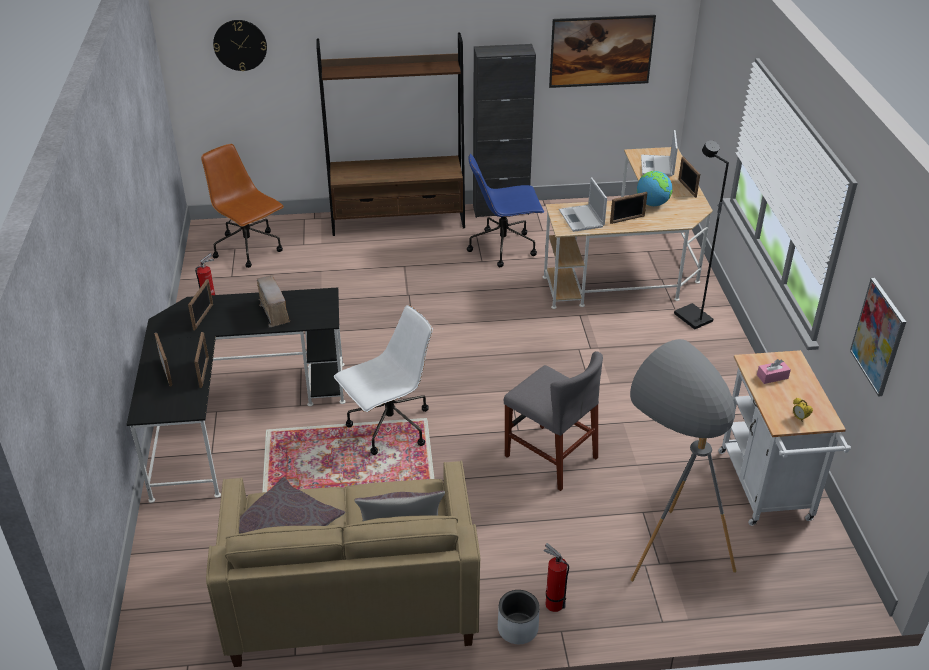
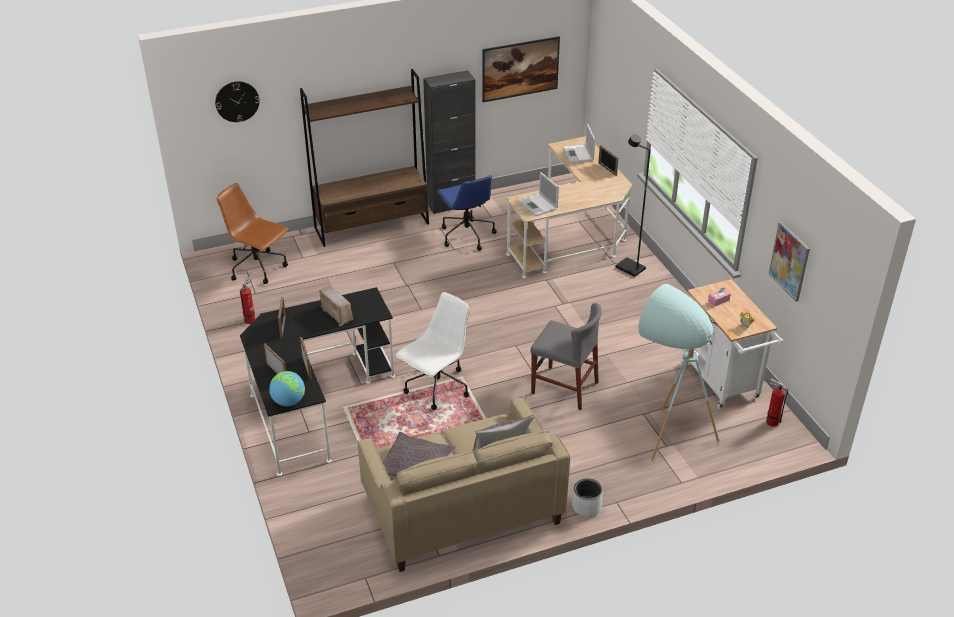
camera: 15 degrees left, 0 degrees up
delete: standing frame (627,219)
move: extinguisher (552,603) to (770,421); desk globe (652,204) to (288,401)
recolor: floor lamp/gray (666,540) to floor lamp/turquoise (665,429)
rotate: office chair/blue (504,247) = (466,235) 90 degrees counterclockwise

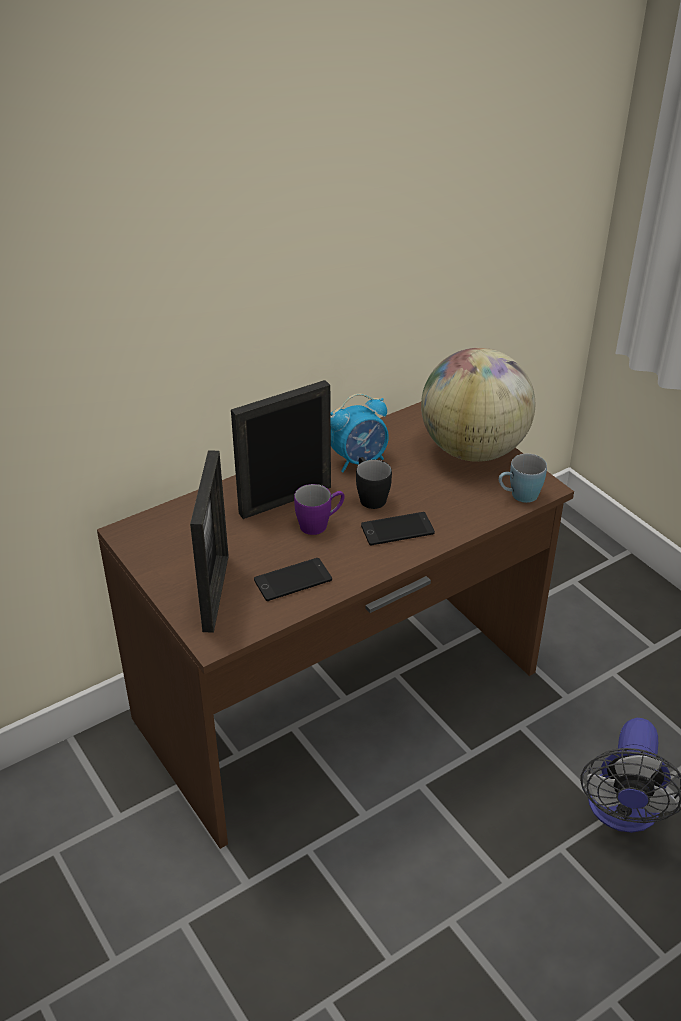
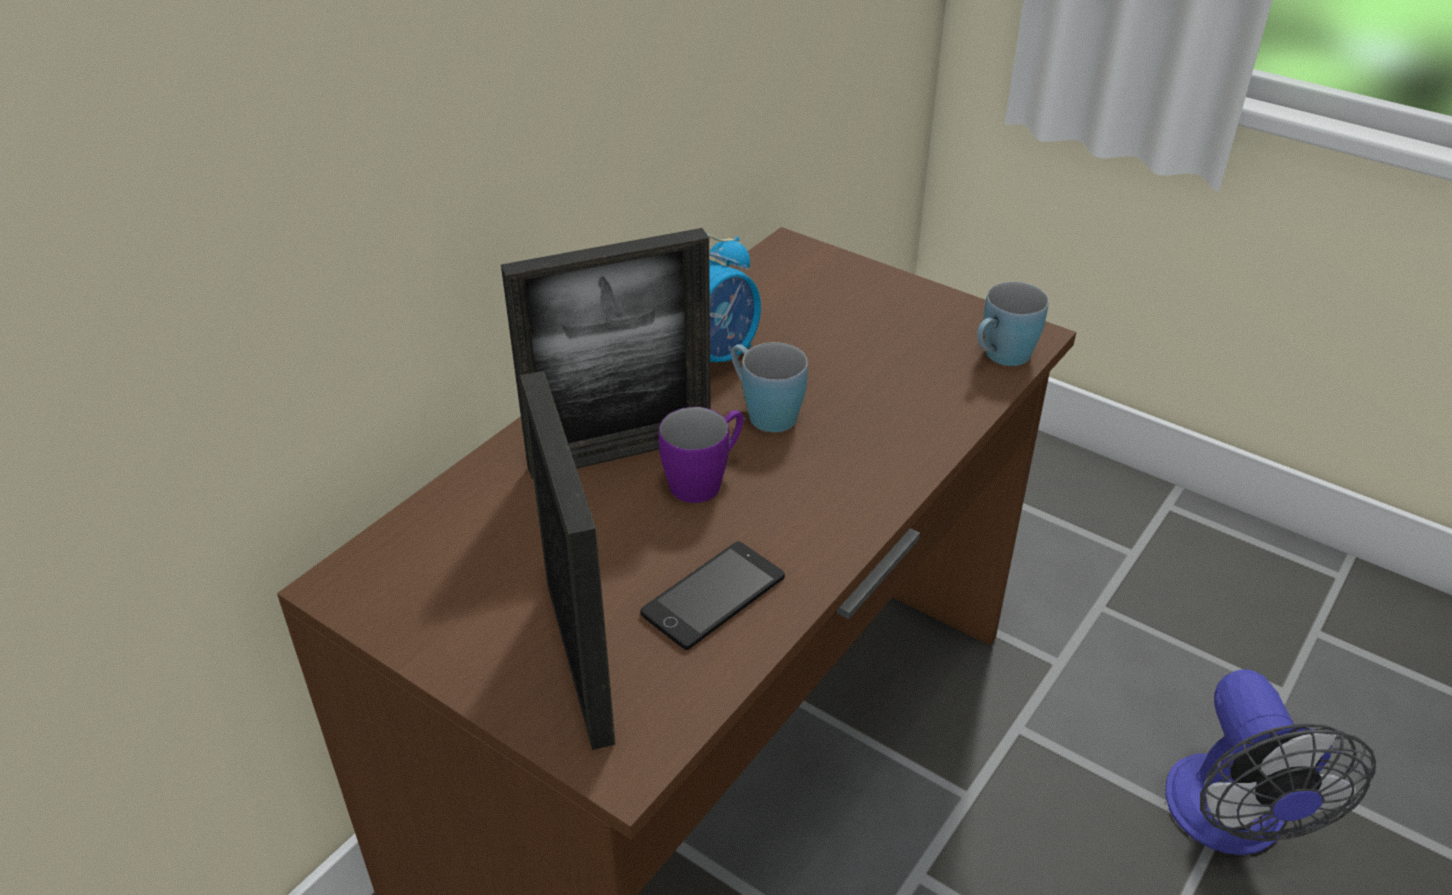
camera: 20 degrees left, 0 degrees up
delete: handset (397,529); desk globe (473,450)
recolor: coffee mug/black (369,496) to coffee mug/blue (763,412)
rotate: standing frame (285,500) = (620,452) 150 degrees counterclockwise

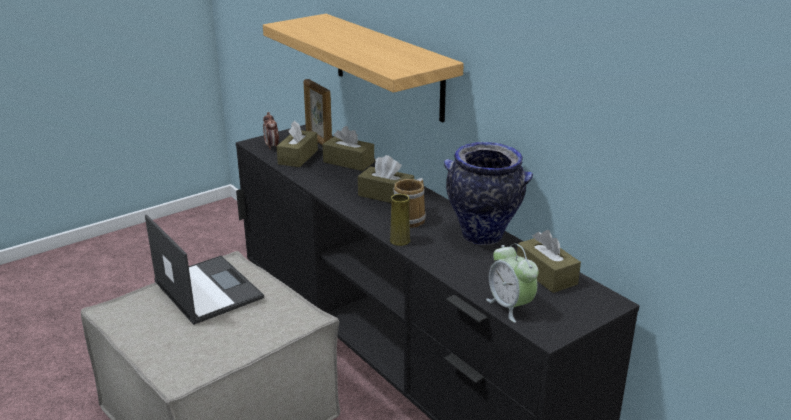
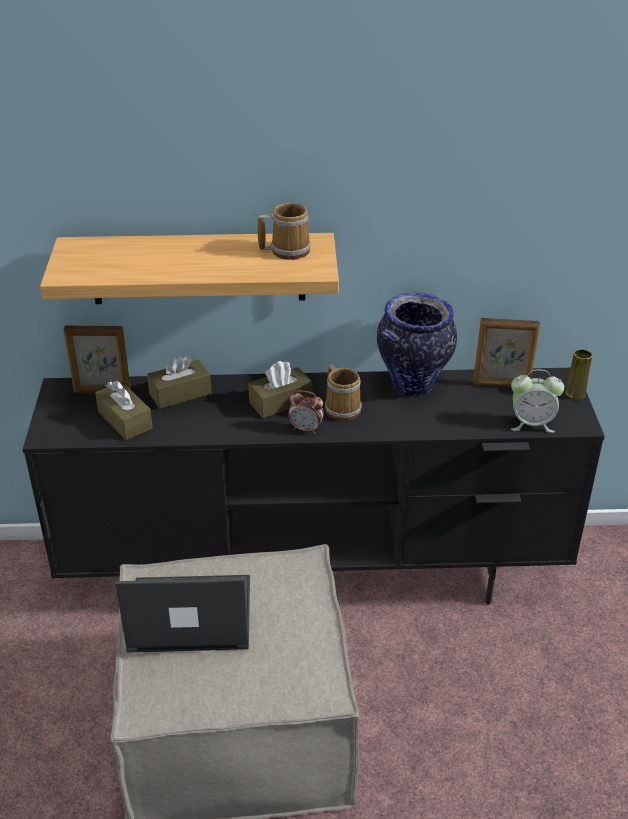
camera: 55 degrees left, 10 degrees up
insert: coffee mug (287,250)
move: bedside clock (272,146) to (306,429); vase/yellow-coloured (400,241) to (575,393)
replace: tissue box/brown (546,274) to standing frame (501,385)

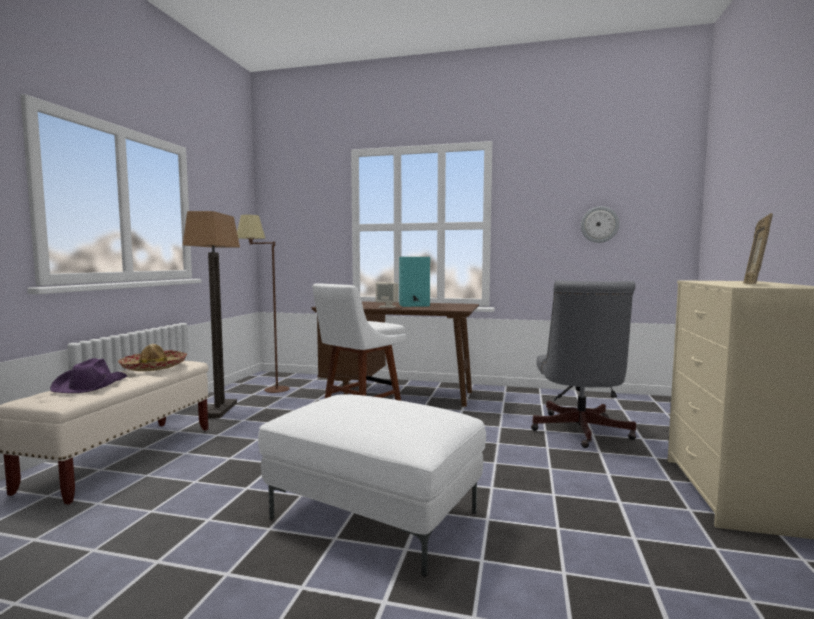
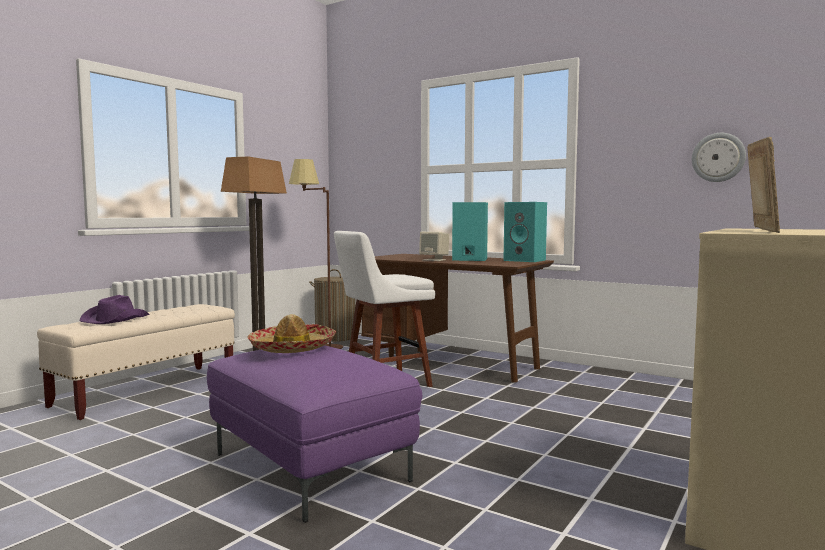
camera: 20 degrees right, 0 degrees up
delete: office chair/gray (580,432)
insert: laundry basket (335,337); speaker/turquoise (526,260)
move: wearable hat (154,367) to (292,348)
recolor: ottoman/white-coloured (372,516) to ottoman/purple-coloured (308,467)
rotate: standing frame (754,285) = (760,231) 150 degrees clockwise

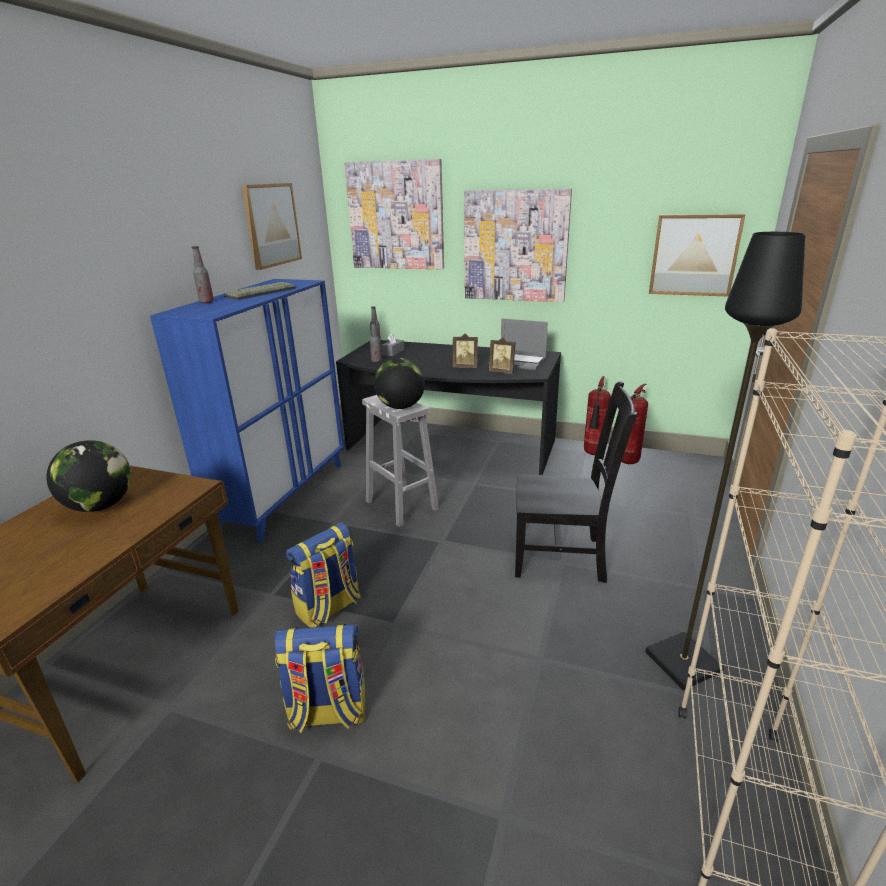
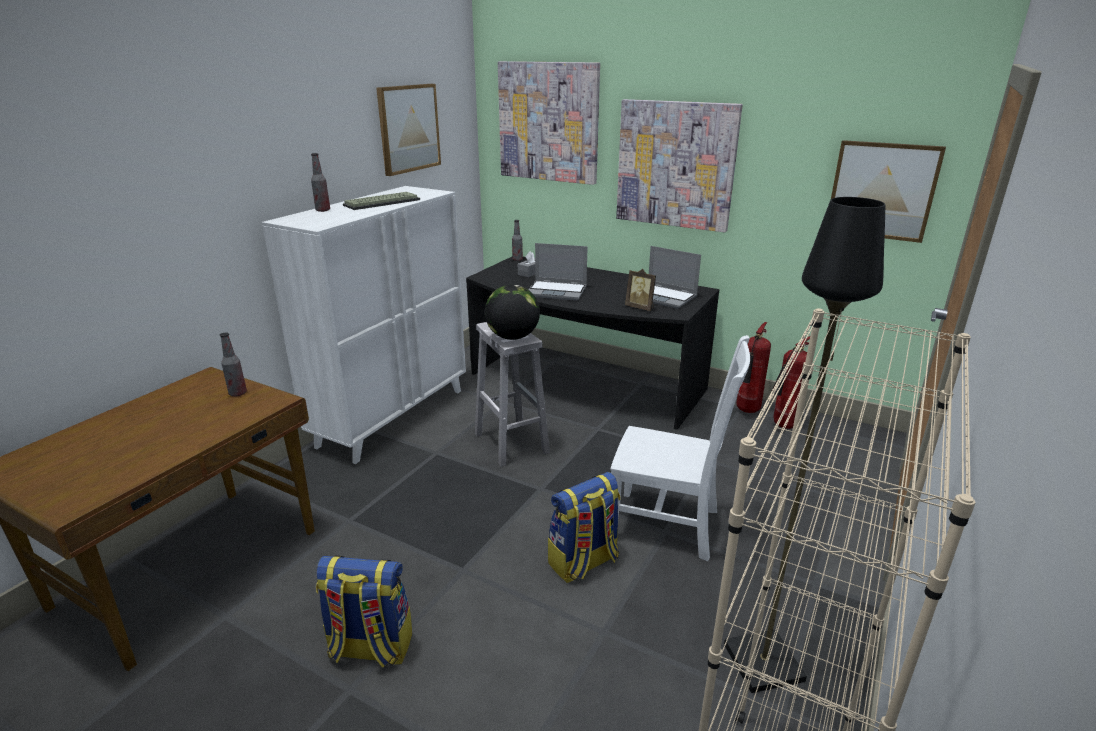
camera: 10 degrees right, 0 degrees up
delete: desk globe (100,506); standing frame (465,367)
insert: laptop (557,291)
move: rucksack (329,608) to (583,562); bottle (376,361) to (238,393)
recolor: storage cabinet/blue (284,495) to storage cabinet/white-coloured (393,417); plain chair/black (562,557) to plain chair/white-coloured (668,525)

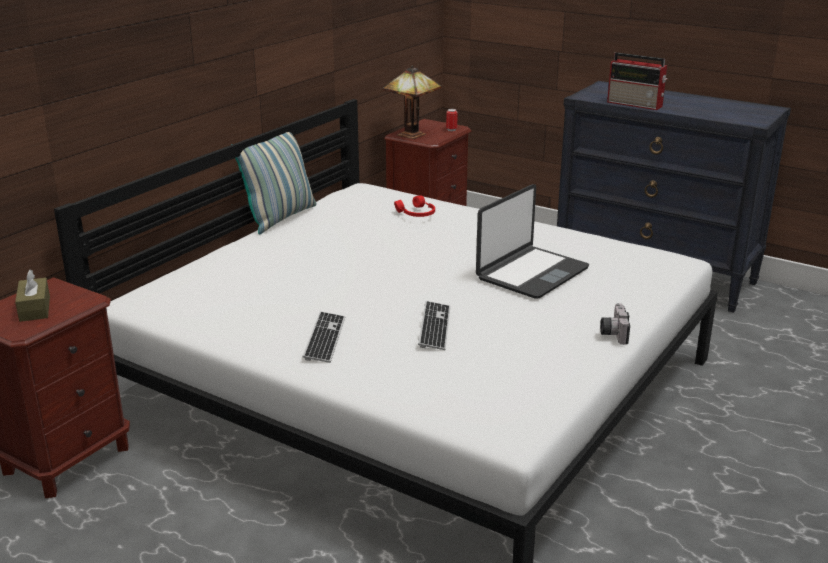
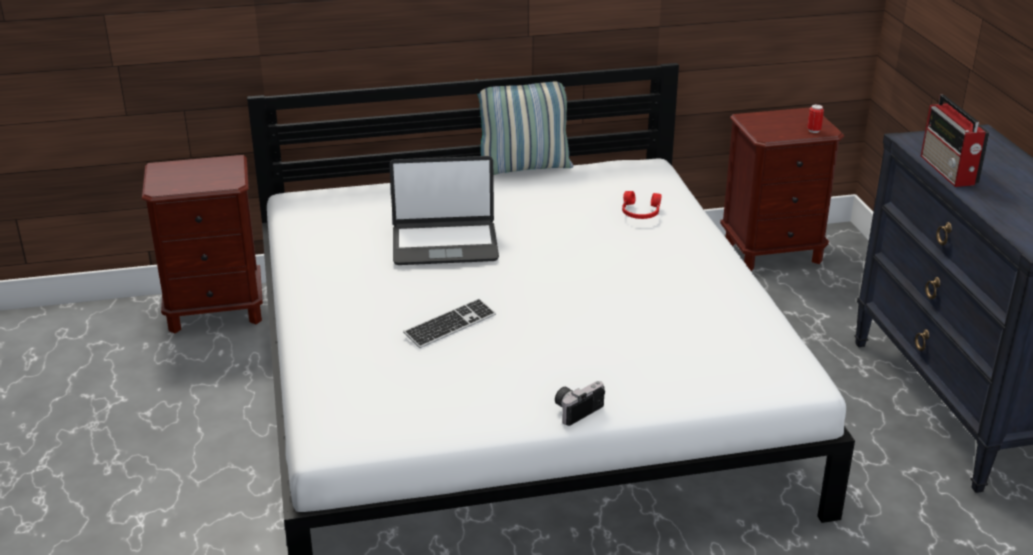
camera: 45 degrees right, 5 degrees up
delete: tissue box/brown (35,309); keyboard (325,339); tabletop lamp (411,134)
move: laptop (531,273) to (444,244)

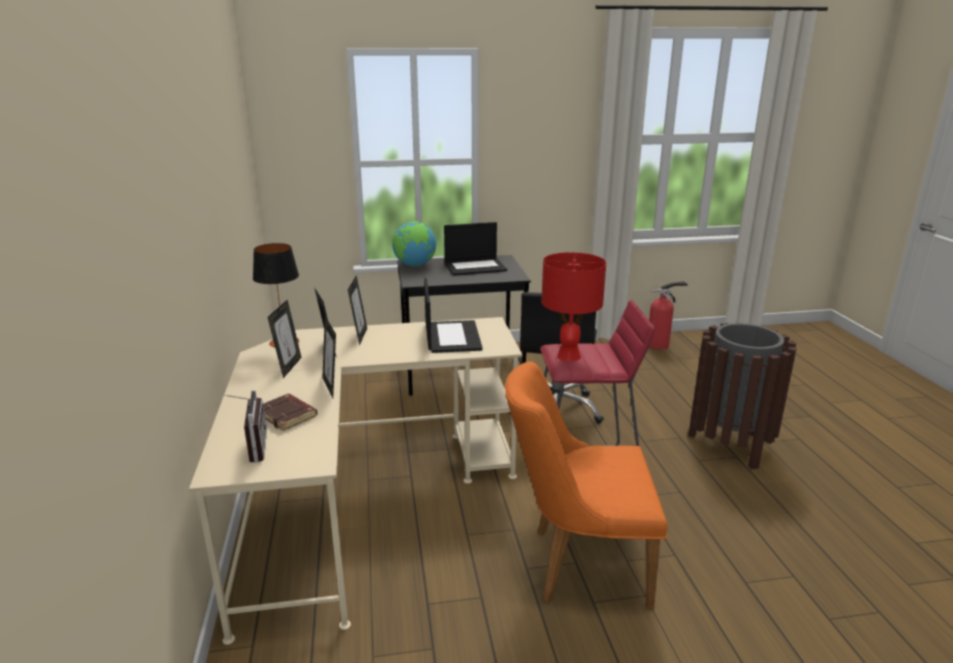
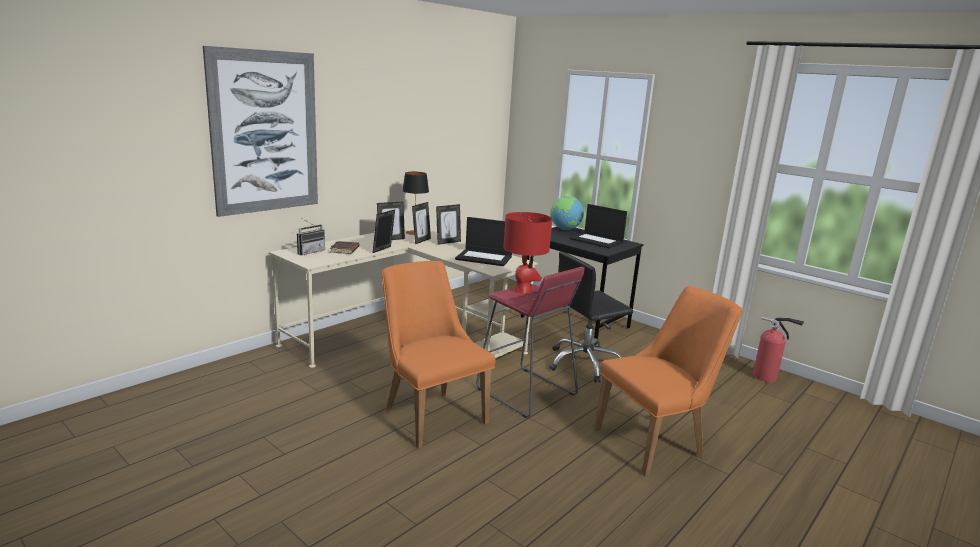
camera: 50 degrees right, 5 degrees down
insert: picture (265,132)
replace: trash can/brown (730,445) to plain chair/orange-coloured (657,442)
rotate: laptop (451,336) = (484,258) 60 degrees clockwise

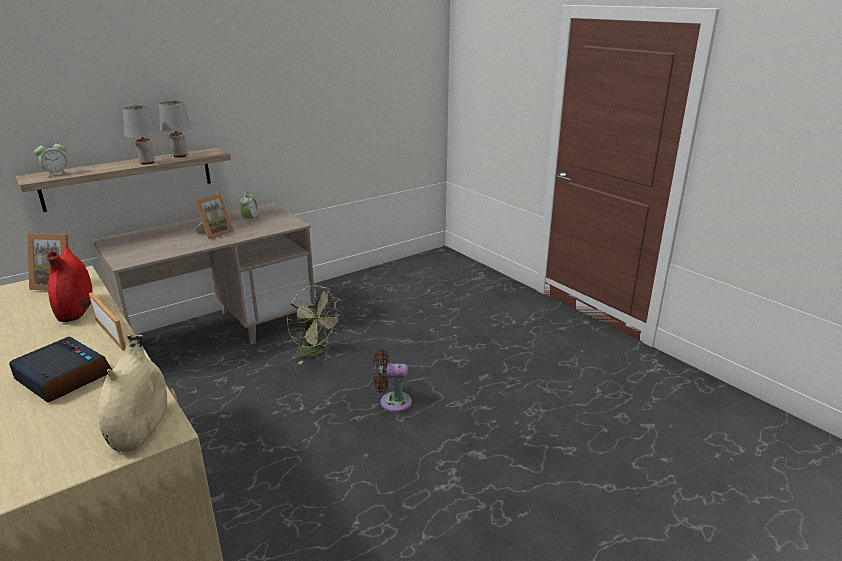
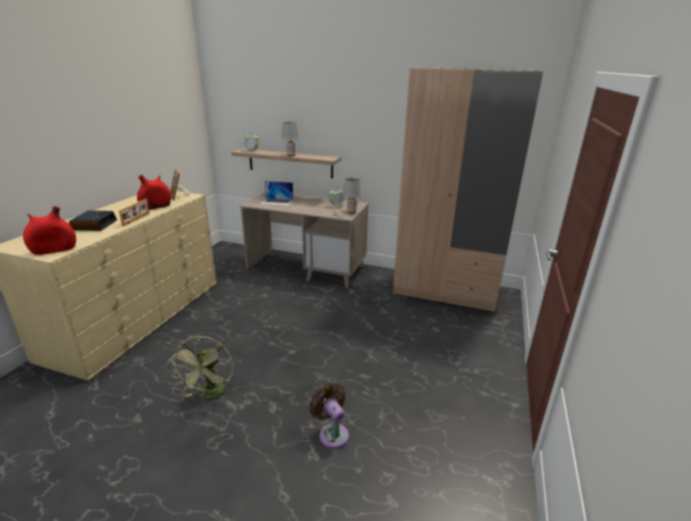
camera: 55 degrees right, 0 degrees up
delete: standing frame (215,233)
insert: laptop (277,202); clothes cupboard/sand-coloured (445,291)
move: tabletop lamp/gray (180,155) to (351,212); electric fan/green-coloured (316,352) to (210,395); electric fan/brown (392,402) to (332,433)
recolor: vase/sand-coloured (140,428) to vase/red (54,250)

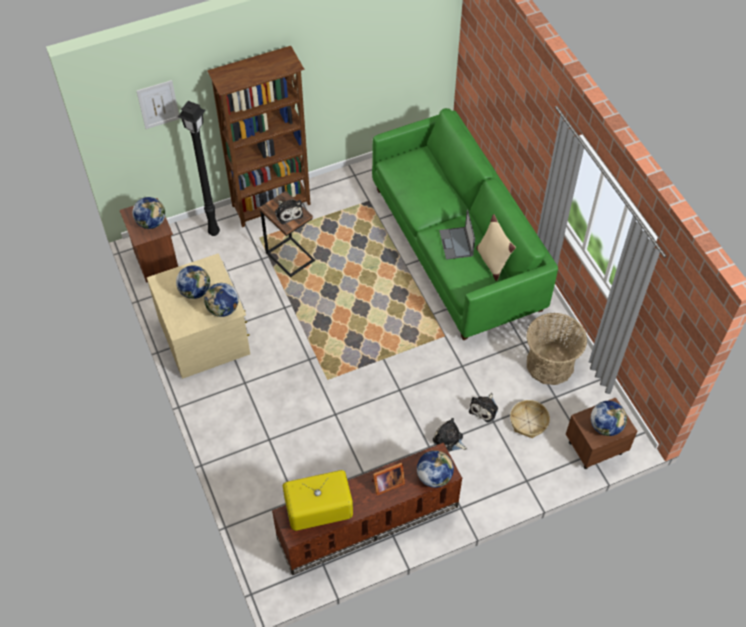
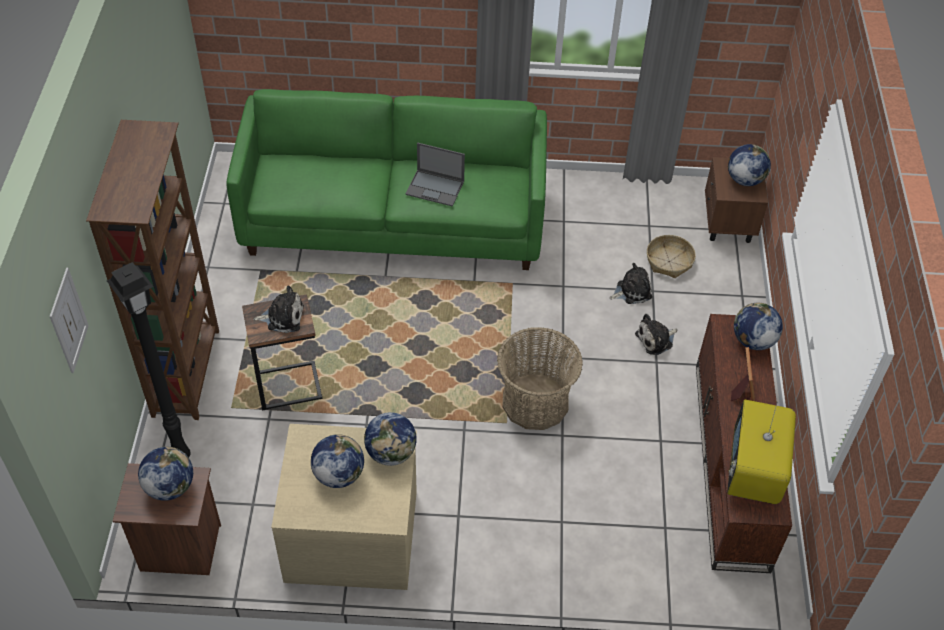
camera: 65 degrees left, 5 degrees down
delete: pillow/sand-coloured (492,261)
move: basket (550,364) to (535,402)
rotate: cuddly toy (484,408) = (631,291) 75 degrees counterclockwise

